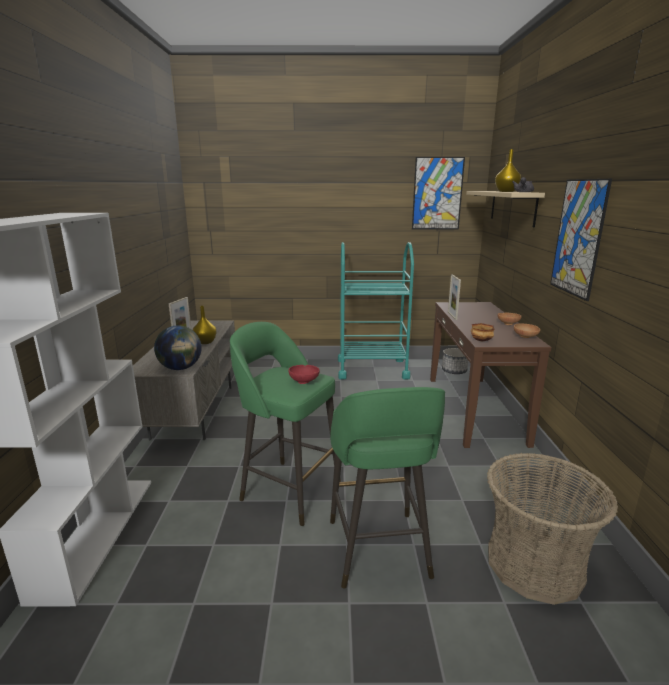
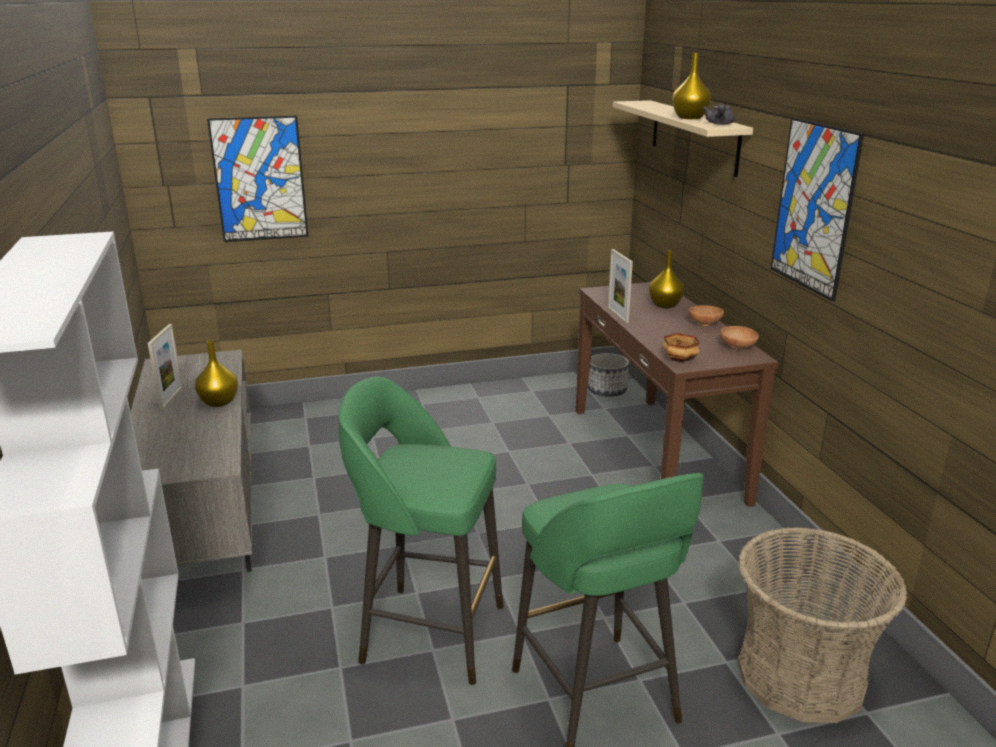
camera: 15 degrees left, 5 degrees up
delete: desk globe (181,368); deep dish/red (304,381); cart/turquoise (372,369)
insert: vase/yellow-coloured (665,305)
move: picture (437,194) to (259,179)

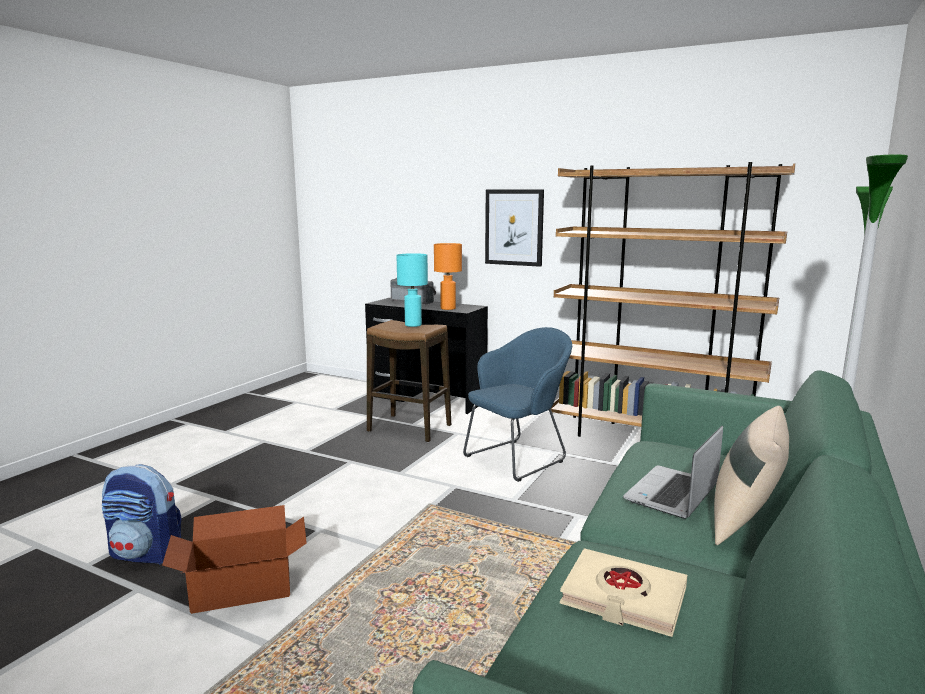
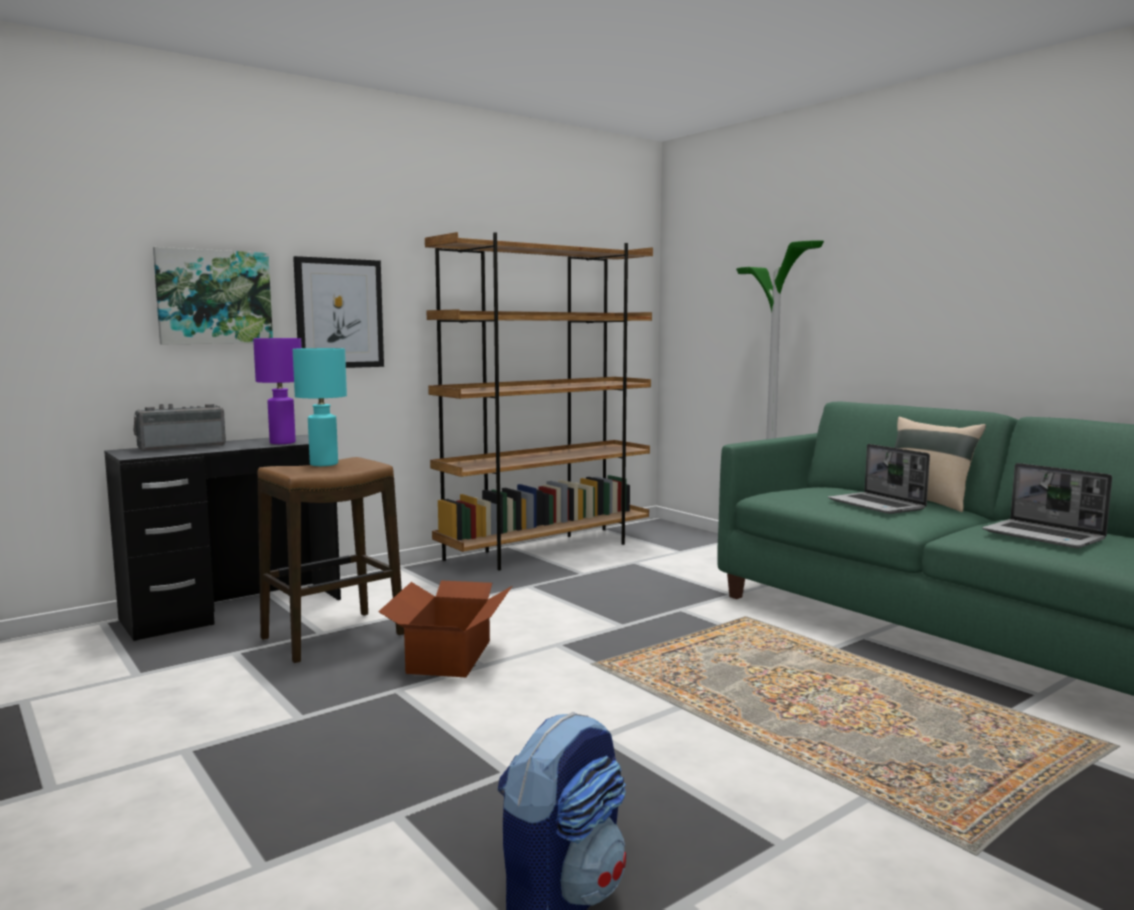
camera: 65 degrees left, 5 degrees down
delete: armchair/blue (518,458)
insert: picture (214,297)
move: carton (241,587) to (448,656)
replace: book/sand-coloured (623,598) to laptop (1044,536)
recolor: tabletop lamp/orange-coloured (448,308) to tabletop lamp/purple-coloured (282,442)

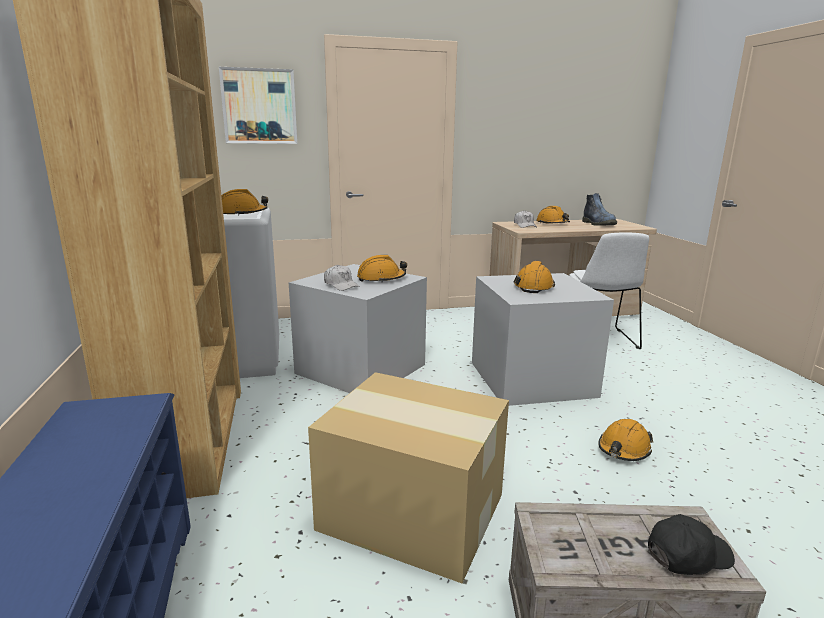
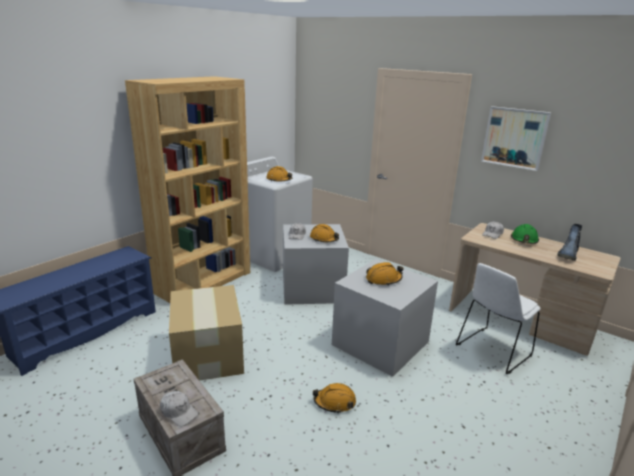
camera: 50 degrees right, 5 degrees up
move: picture (259,106) to (514,137)
recolor: work helmet/orange-coloured (552,224) to work helmet/green-coloured (524,240); cap/black (687,555) to cap/white-coloured (179,412)

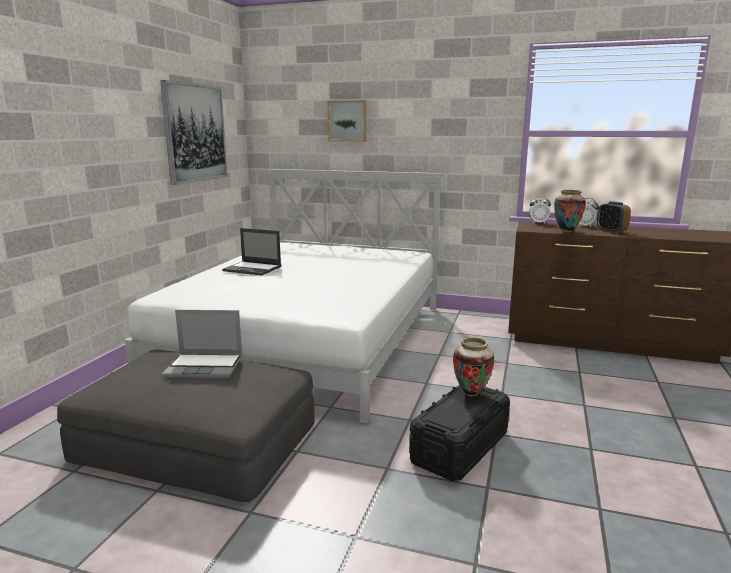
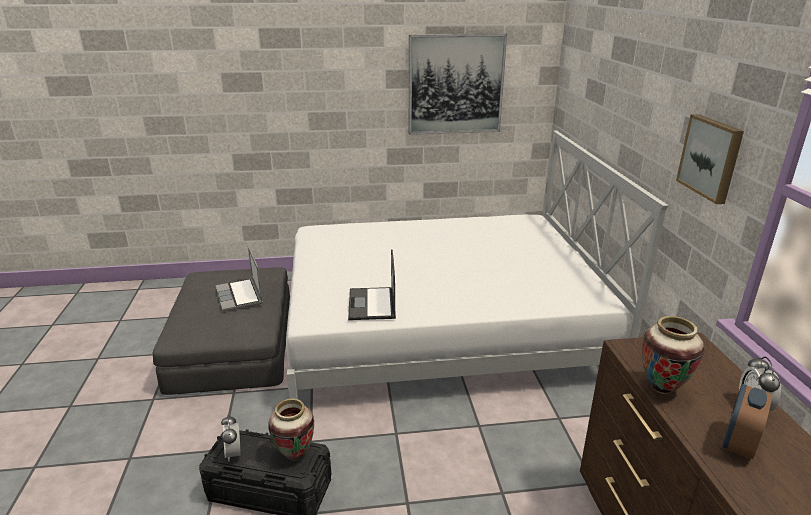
camera: 65 degrees right, 10 degrees up
move: laptop (253,269) to (372,304); picture (347,121) to (711,157); bedside clock (538,223) to (234,453)

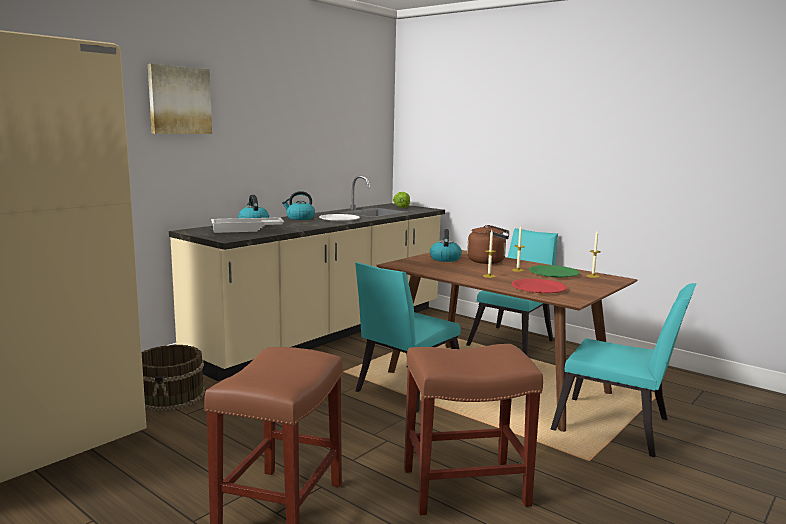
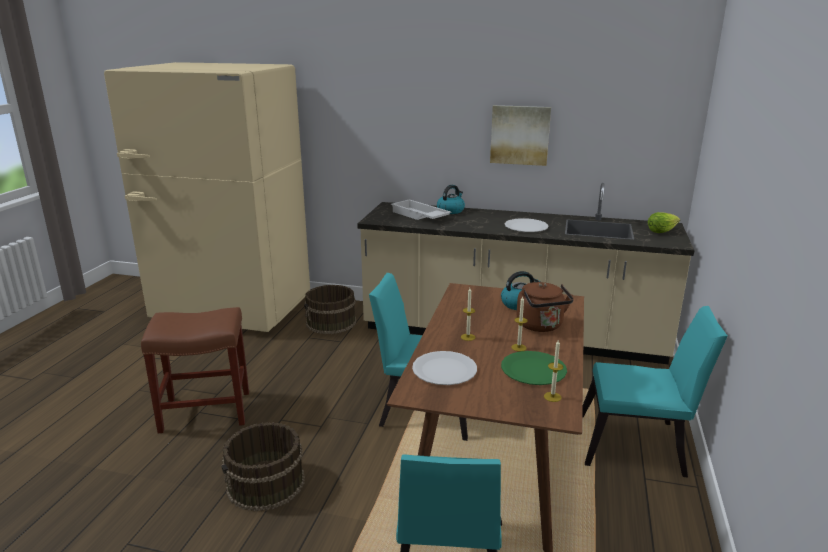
camera: 65 degrees right, 10 degrees up
delete: tea kettle (300,218)
move: picture (179,100) to (520,135)
replace: stool/brown (466,486) to water bucket/brown (266,484)
recolor: flat dish/red (538,288) to flat dish/white-coloured (444,370)

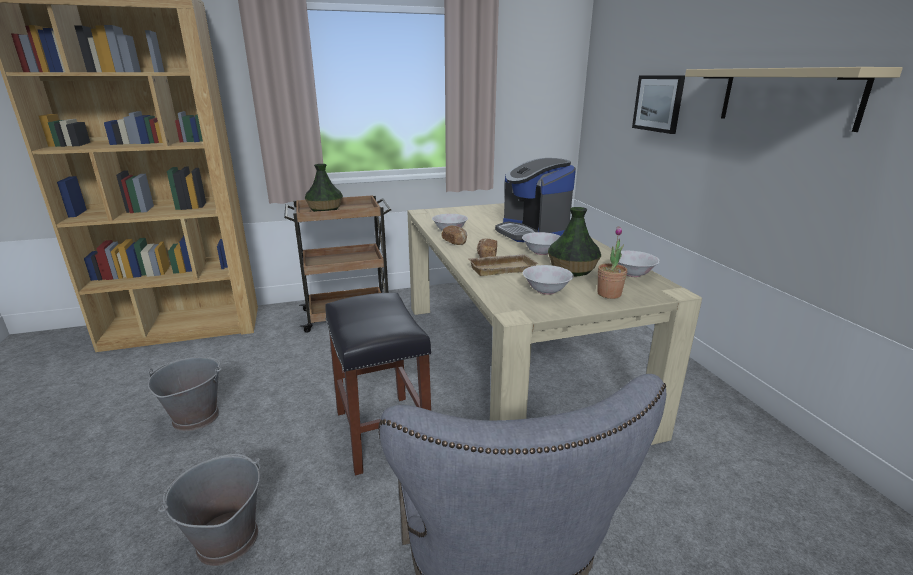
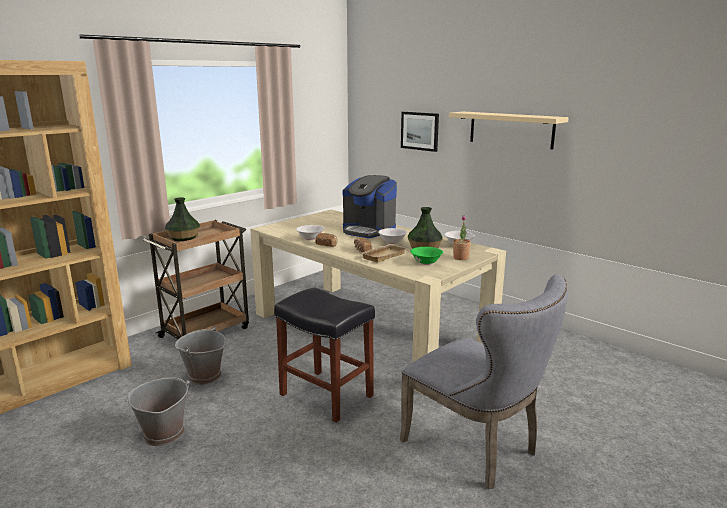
camera: 30 degrees left, 5 degrees down
move: water bucket/gray (226,540) to (204,376)
recolor: deep dish/white-coloured (546,290) to deep dish/green-coloured (426,263)

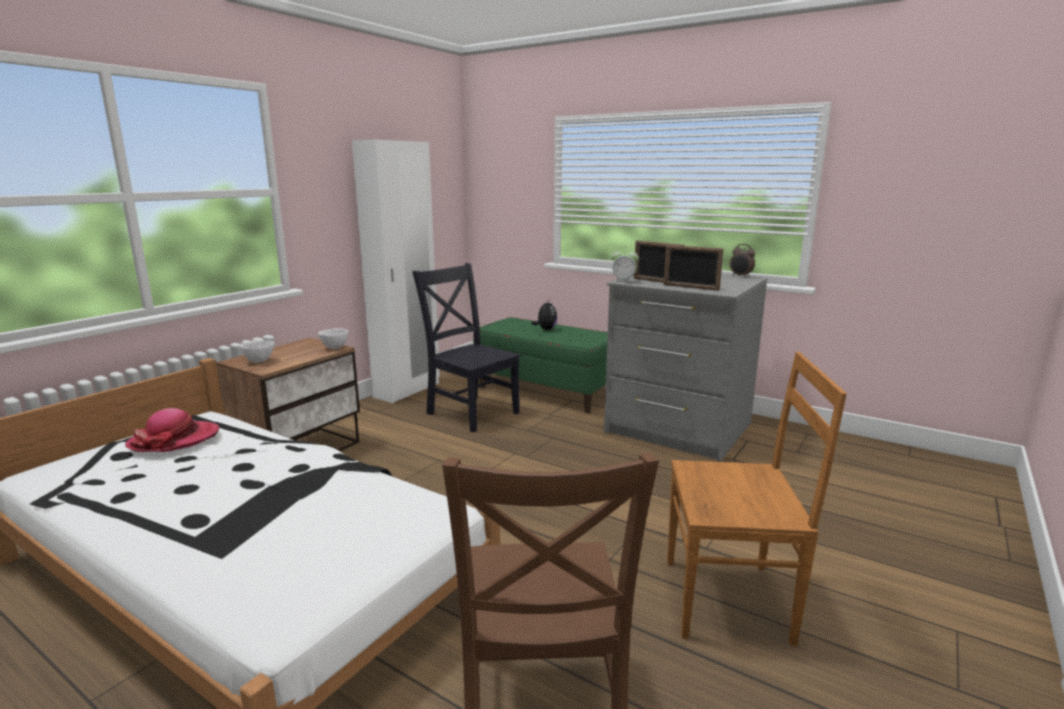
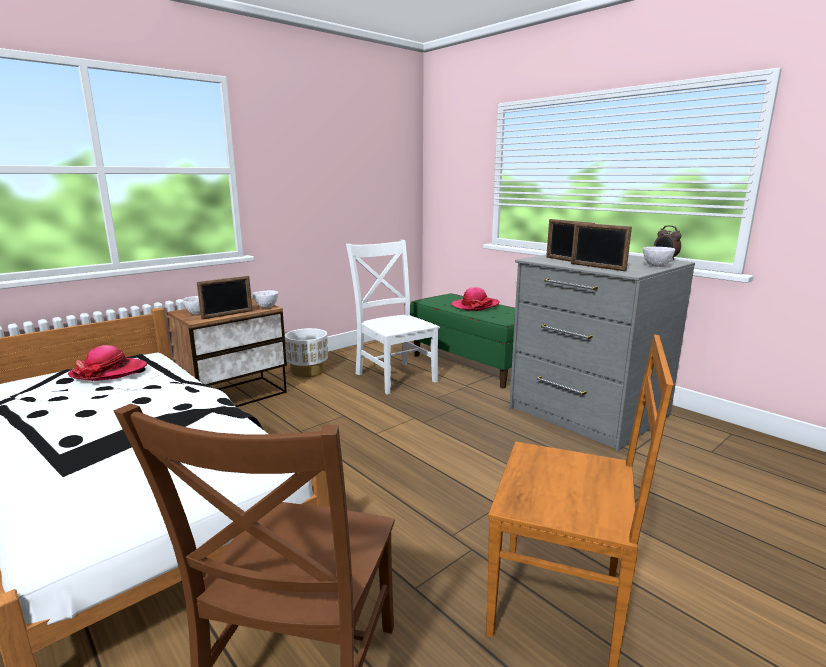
camera: 15 degrees right, 0 degrees up
delete: clothes cupboard/white-coloured (407,390); bedside clock (623,281)
insert: standing frame (227,315); planter/white-coloured (308,371); deep dish/white-coloured (657,266)
replace: cuddly toy (545,329) to wearable hat (475,306)
recolor: plain chair/black (470,412) to plain chair/white-coloured (394,376)

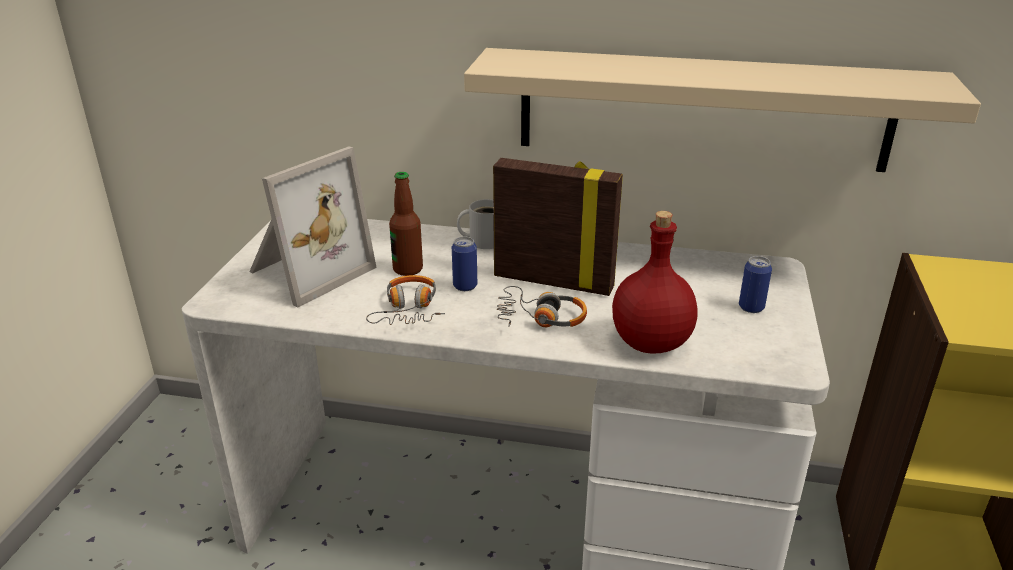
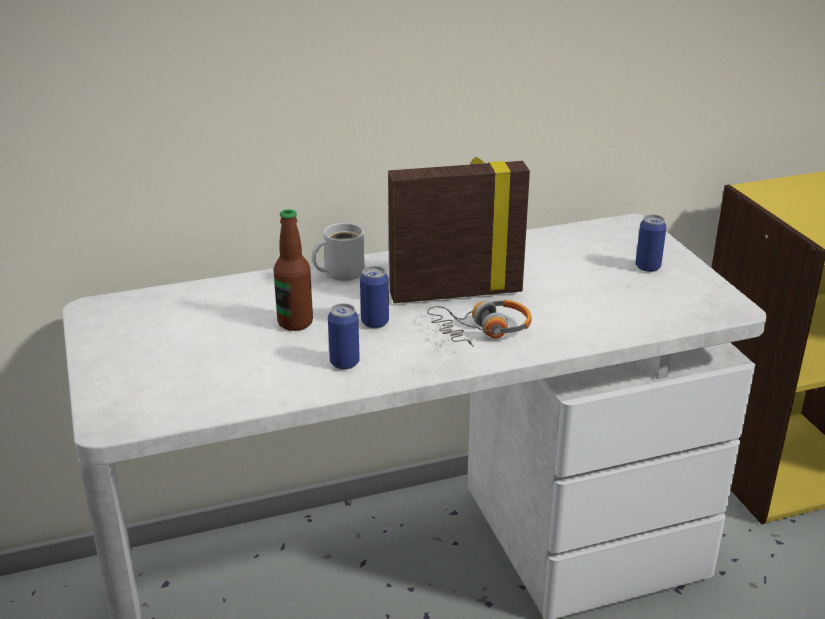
camera: 30 degrees left, 0 degrees up
delete: standing frame (307,271); shelf/sand-coloured (702,109); bottle/red (649,343)
replace: pair of headphones (408,310) to metal can (344,363)

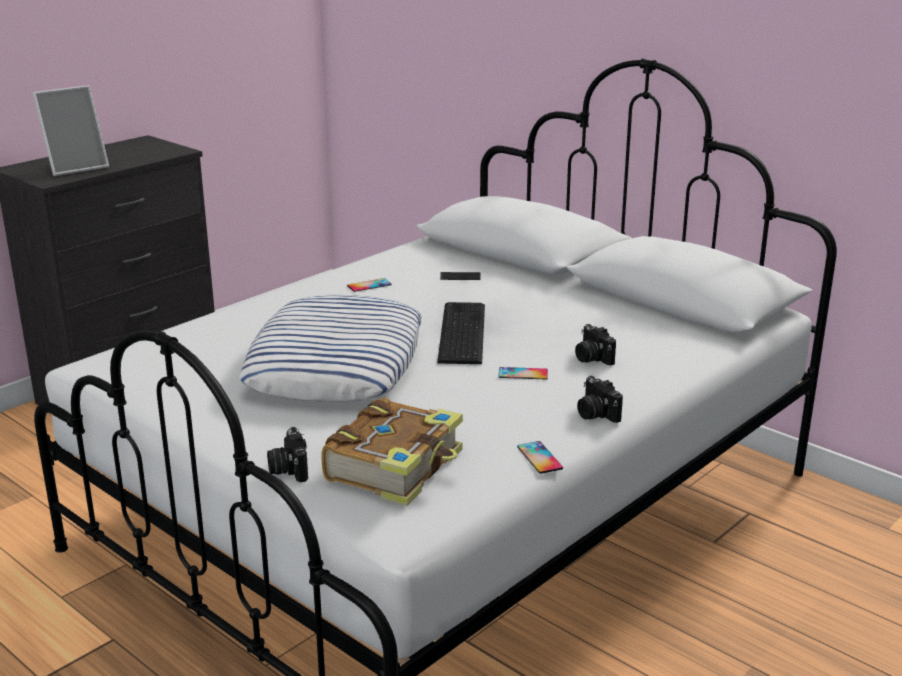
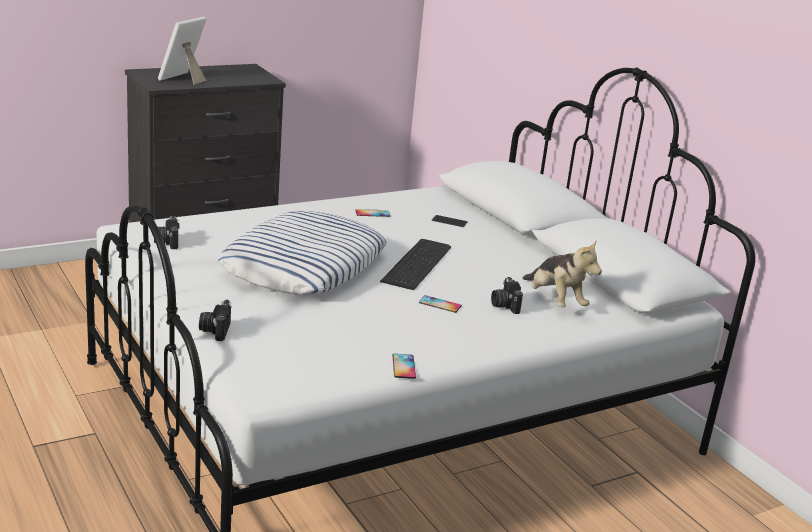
camera: 15 degrees right, 0 degrees up
delete: book (397,467)
insert: cuddly toy (555,301)
move: still camera (595,414) to (166,242)
rotate: standing frame (76,167) = (184,79) 135 degrees clockwise

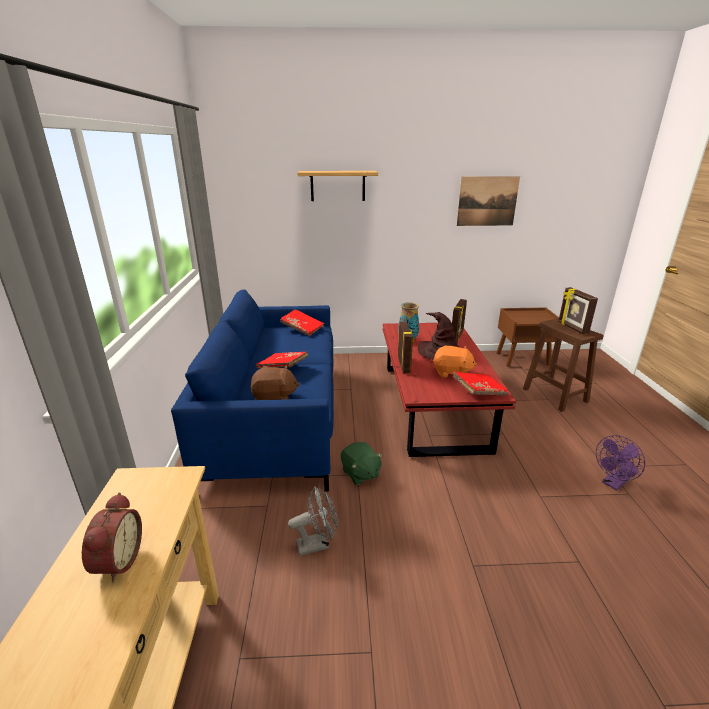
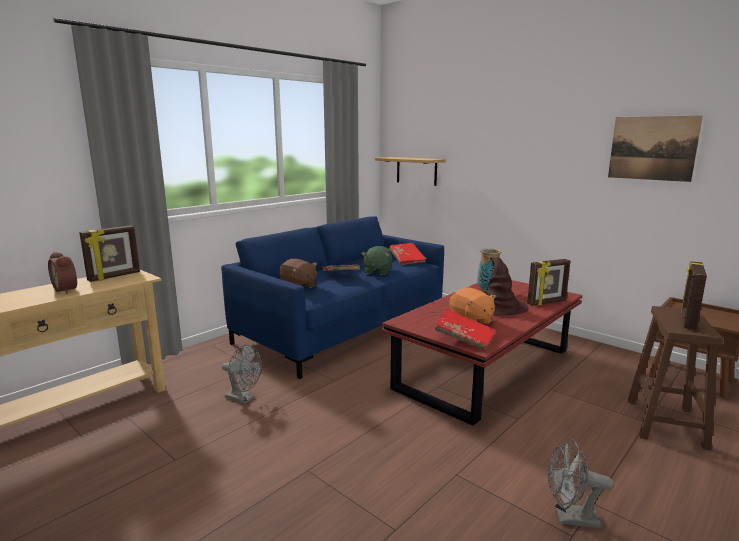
camera: 45 degrees right, 10 degrees down
move: shelf (337,186) to (416,171); cuddly toy/green-coloured (360,474) to (377,271); standing frame (404,364) to (114,276)
recolor: electric fan/purple-coloured (613,483) to electric fan/gray (570,518)
rotate: bedside clock (116,561) = (67,289) 90 degrees clockwise

